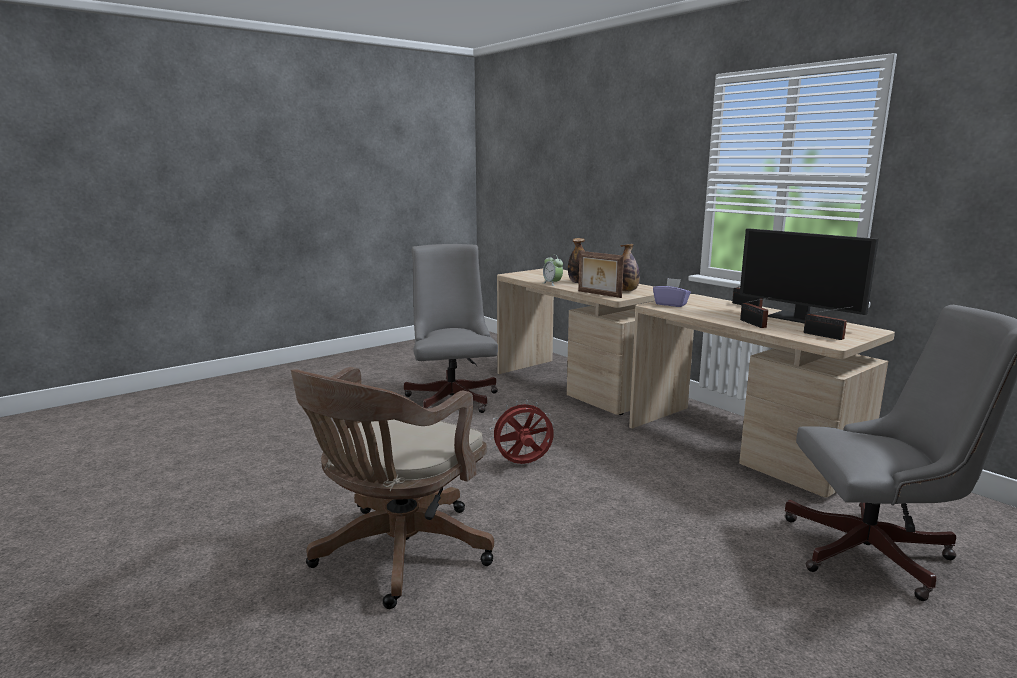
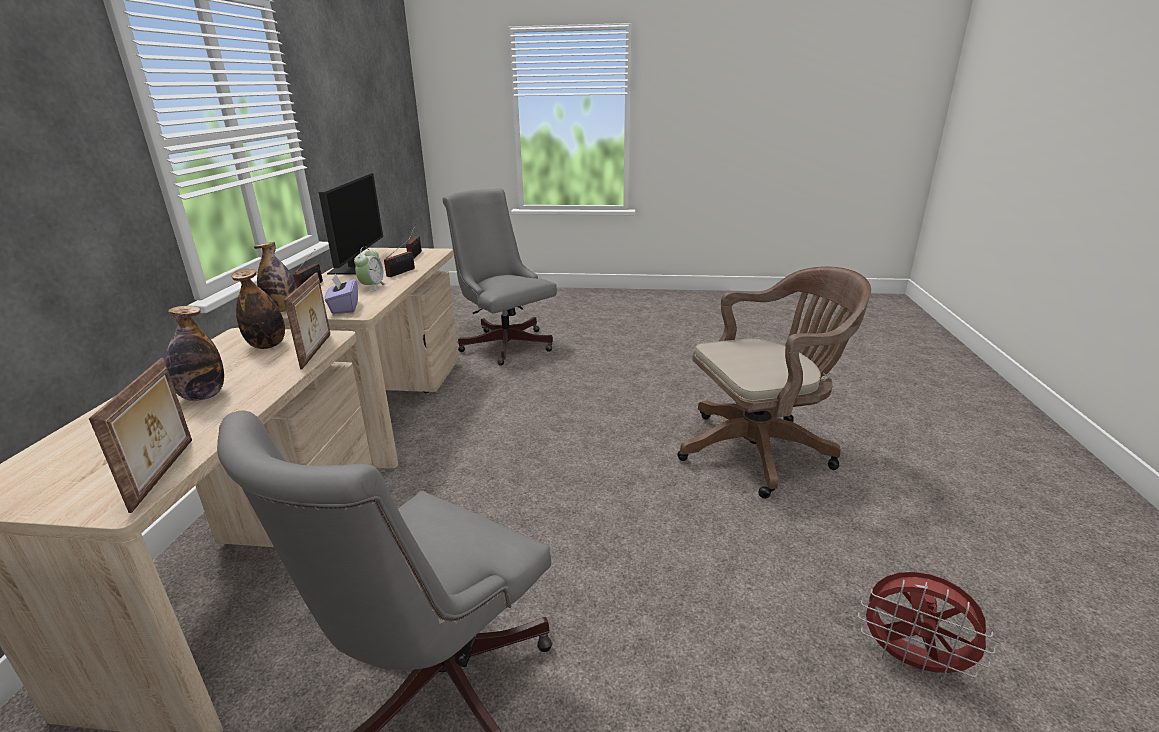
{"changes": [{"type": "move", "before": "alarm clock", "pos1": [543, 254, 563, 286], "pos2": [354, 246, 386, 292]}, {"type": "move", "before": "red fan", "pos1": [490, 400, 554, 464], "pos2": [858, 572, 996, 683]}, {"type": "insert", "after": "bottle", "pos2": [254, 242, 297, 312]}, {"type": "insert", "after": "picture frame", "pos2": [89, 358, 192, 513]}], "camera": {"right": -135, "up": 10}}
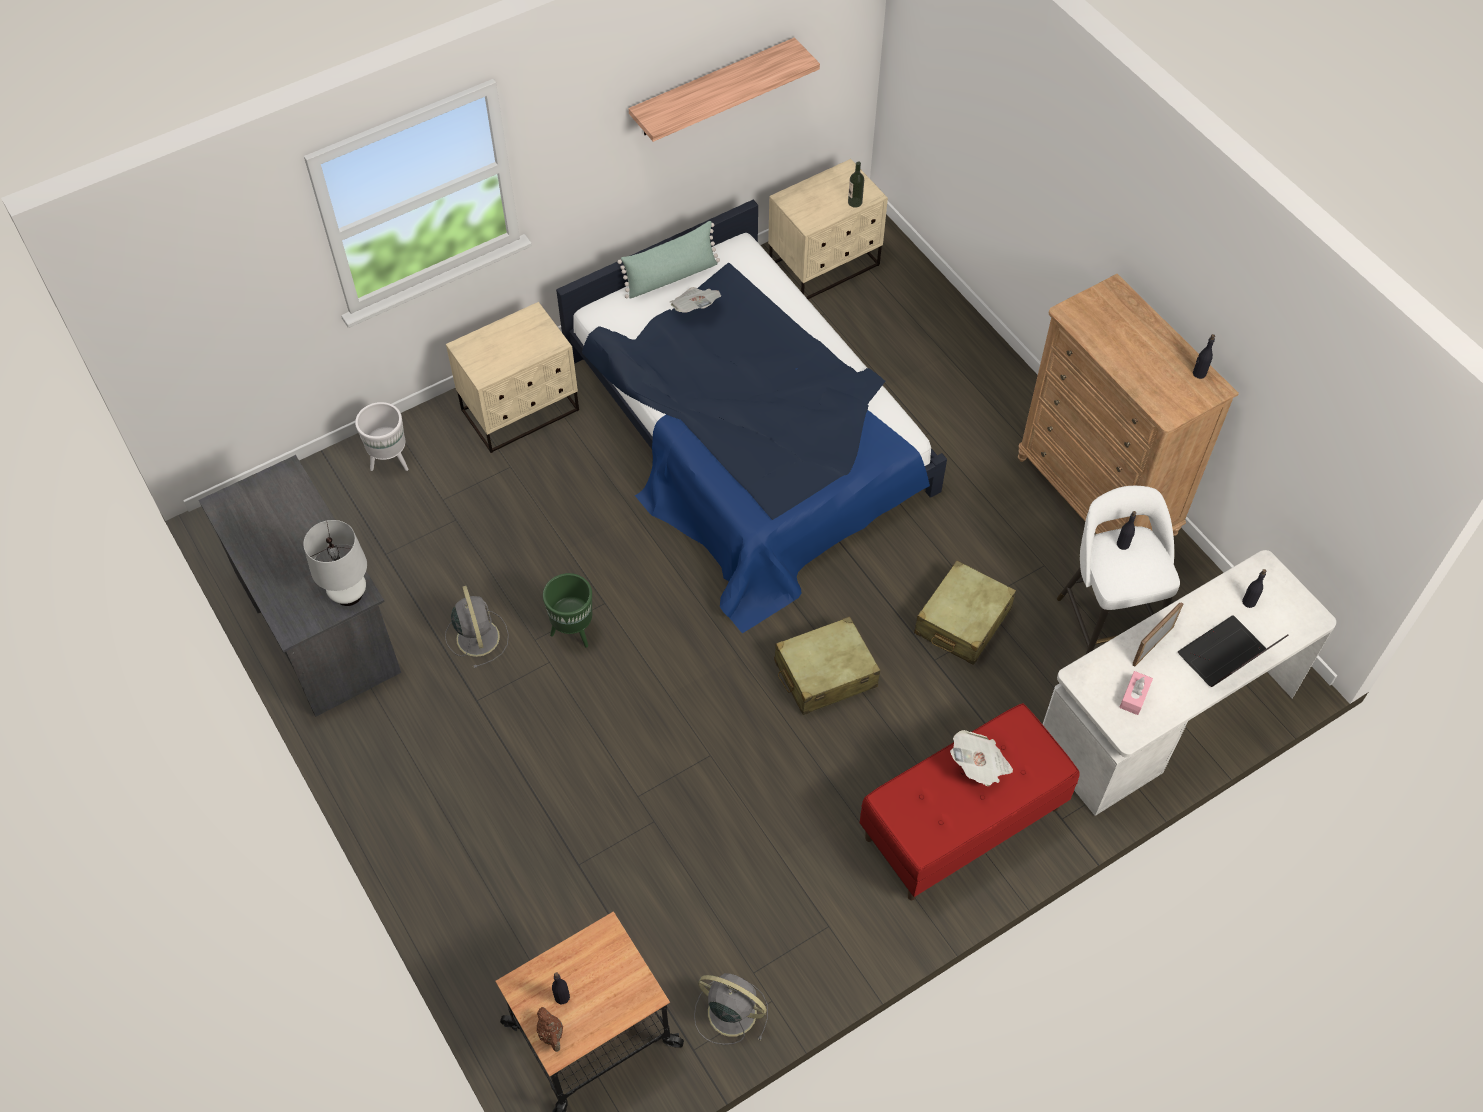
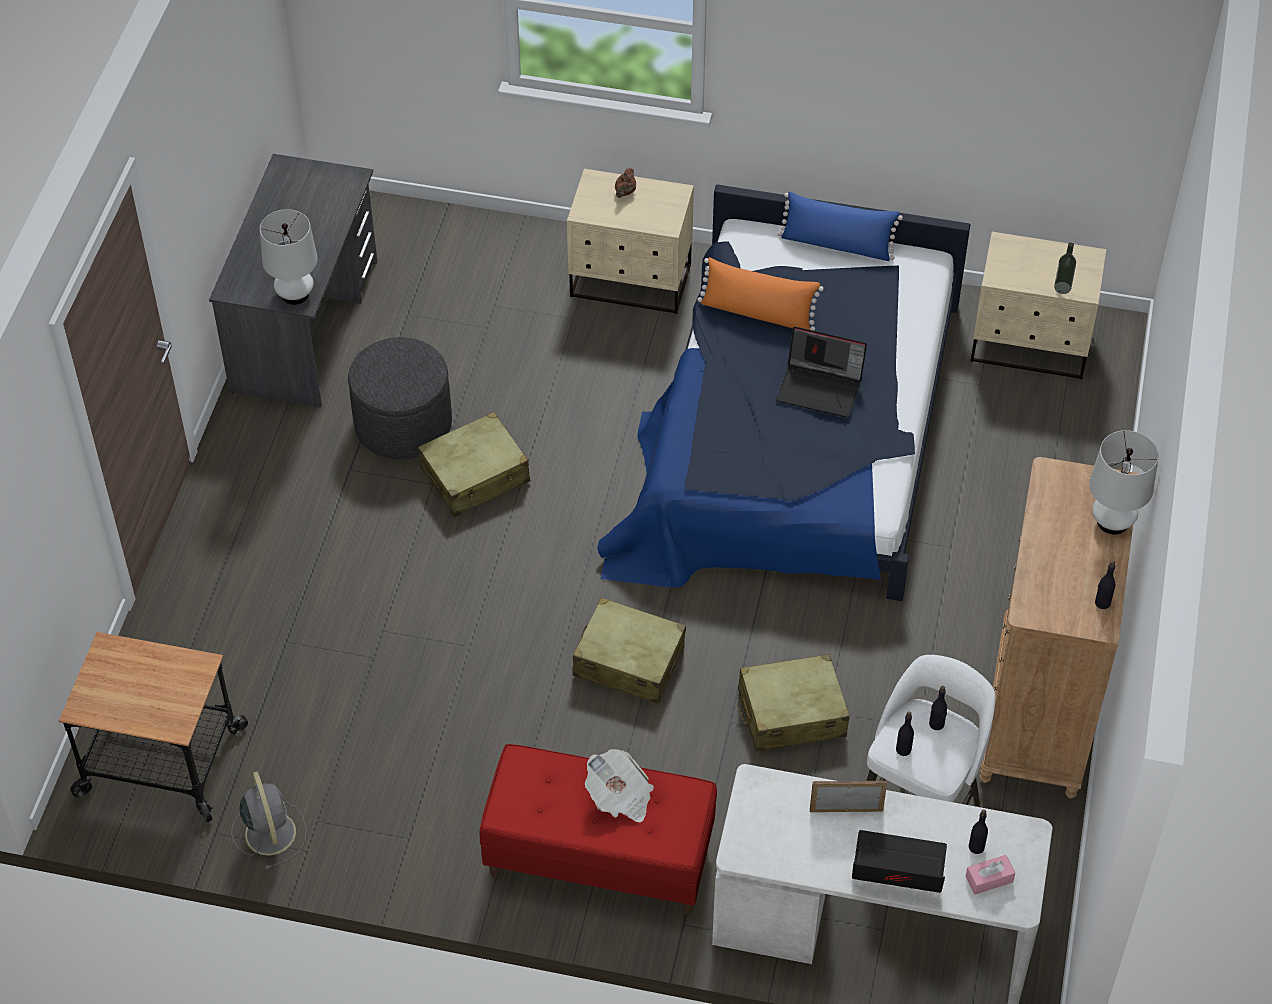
{"changes": [{"type": "delete", "before": "shelf", "pos1": [628, 38, 820, 142]}, {"type": "recolor", "before": "green pillow", "after": "blue pillow", "pos1": [617, 221, 720, 298], "pos2": [777, 192, 903, 261]}, {"type": "delete", "before": "newspaper", "pos1": [670, 287, 721, 313]}, {"type": "delete", "before": "white planter", "pos1": [355, 402, 409, 471]}, {"type": "replace", "before": "green planter", "after": "beige suitcase", "pos1": [543, 573, 592, 647], "pos2": [418, 412, 530, 517]}, {"type": "replace", "before": "grey fan", "after": "grey ottoman", "pos1": [445, 586, 509, 668], "pos2": [348, 337, 452, 459]}, {"type": "move", "before": "pink tissue box", "pos1": [1119, 671, 1153, 715], "pos2": [965, 855, 1015, 895]}, {"type": "move", "before": "black bottle", "pos1": [552, 973, 570, 1004], "pos2": [896, 711, 914, 756]}, {"type": "move", "before": "brown teapot", "pos1": [536, 1007, 563, 1052], "pos2": [615, 168, 636, 198]}, {"type": "insert", "after": "orange pillow", "pos2": [697, 257, 824, 331]}, {"type": "insert", "after": "laptop", "pos2": [776, 327, 867, 418]}, {"type": "insert", "after": "white table lamp", "pos2": [1089, 430, 1159, 535]}], "camera": {"right": 45, "up": -5}}
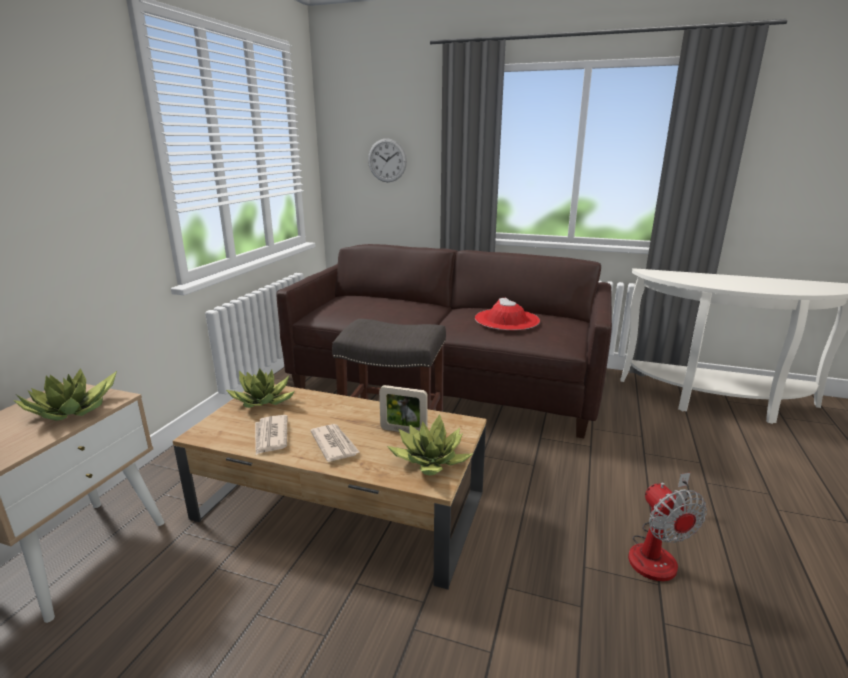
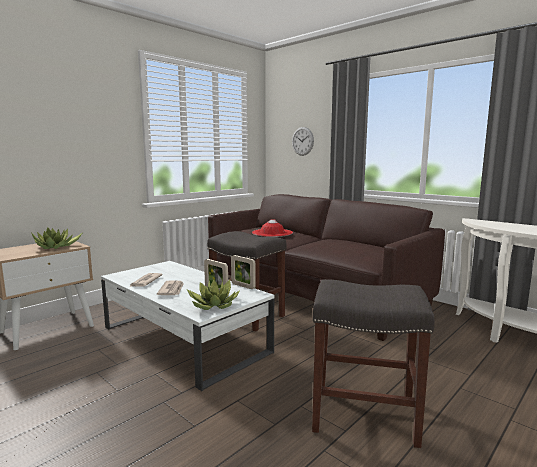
{"changes": [{"type": "move", "before": "red hat", "pos1": [475, 298, 540, 330], "pos2": [252, 220, 293, 237]}, {"type": "delete", "before": "potted plant", "pos1": [226, 368, 295, 408]}, {"type": "recolor", "before": "brown coffee table", "after": "white coffee table", "pos1": [173, 384, 486, 589], "pos2": [101, 261, 274, 391]}, {"type": "replace", "before": "fan", "after": "grey stool", "pos1": [628, 473, 707, 581], "pos2": [312, 279, 435, 448]}, {"type": "insert", "after": "picture frame", "pos2": [231, 255, 256, 289]}], "camera": {"right": 25, "up": -10}}
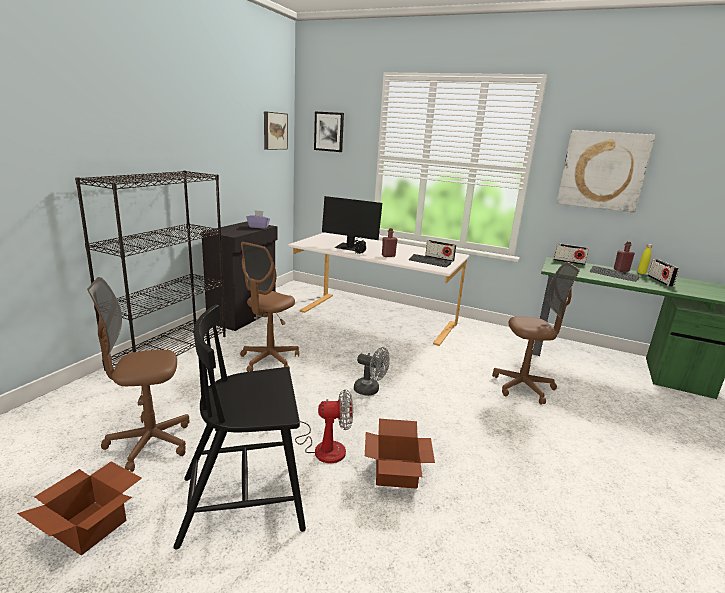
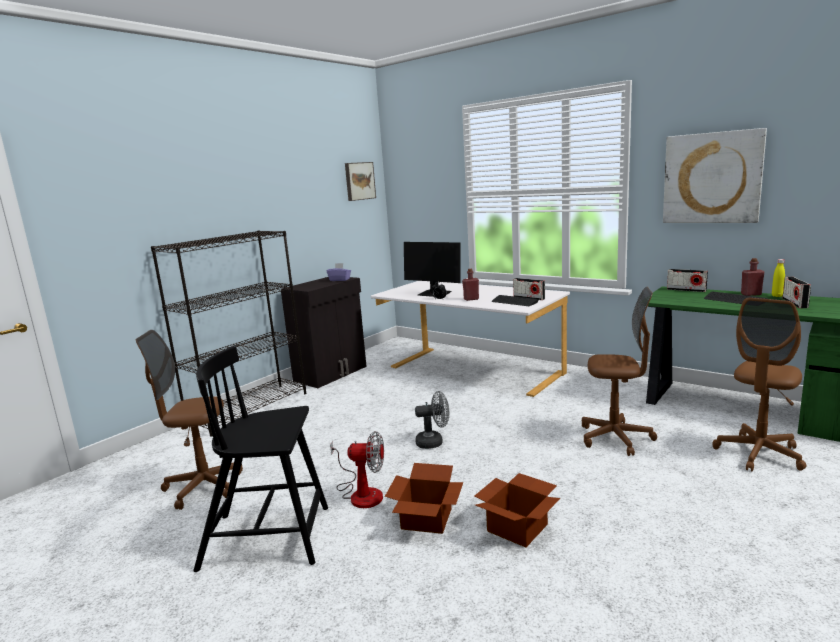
{"changes": [{"type": "delete", "before": "picture", "pos1": [314, 111, 344, 152]}, {"type": "move", "before": "brown office chair", "pos1": [240, 242, 299, 372], "pos2": [712, 297, 806, 472]}, {"type": "rotate", "before": "grey fan", "pos1": [354, 347, 390, 396], "pos2": [415, 391, 449, 449], "turn": -45}, {"type": "move", "before": "cardboard box", "pos1": [17, 462, 142, 556], "pos2": [474, 473, 560, 547]}], "camera": {"right": 15, "up": -5}}
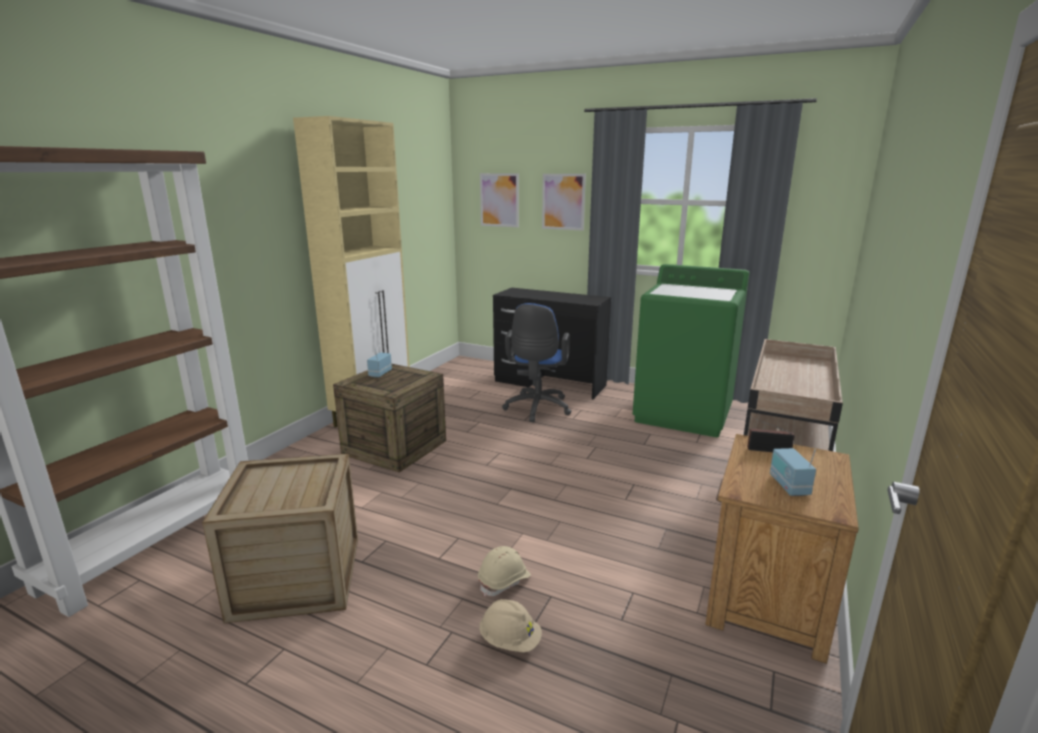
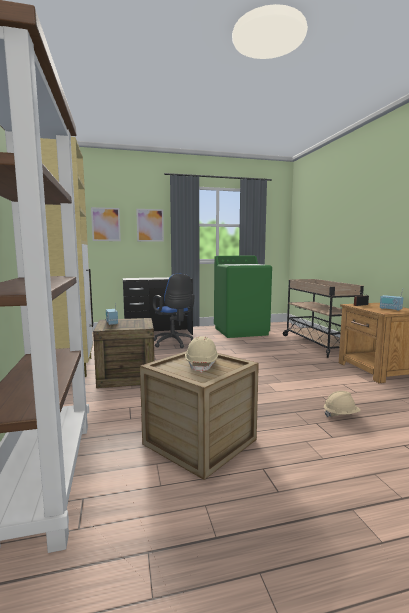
{"changes": [{"type": "move", "before": "beige hard hat", "pos1": [478, 546, 531, 596], "pos2": [185, 336, 219, 373]}], "camera": {"right": -40, "up": -10}}
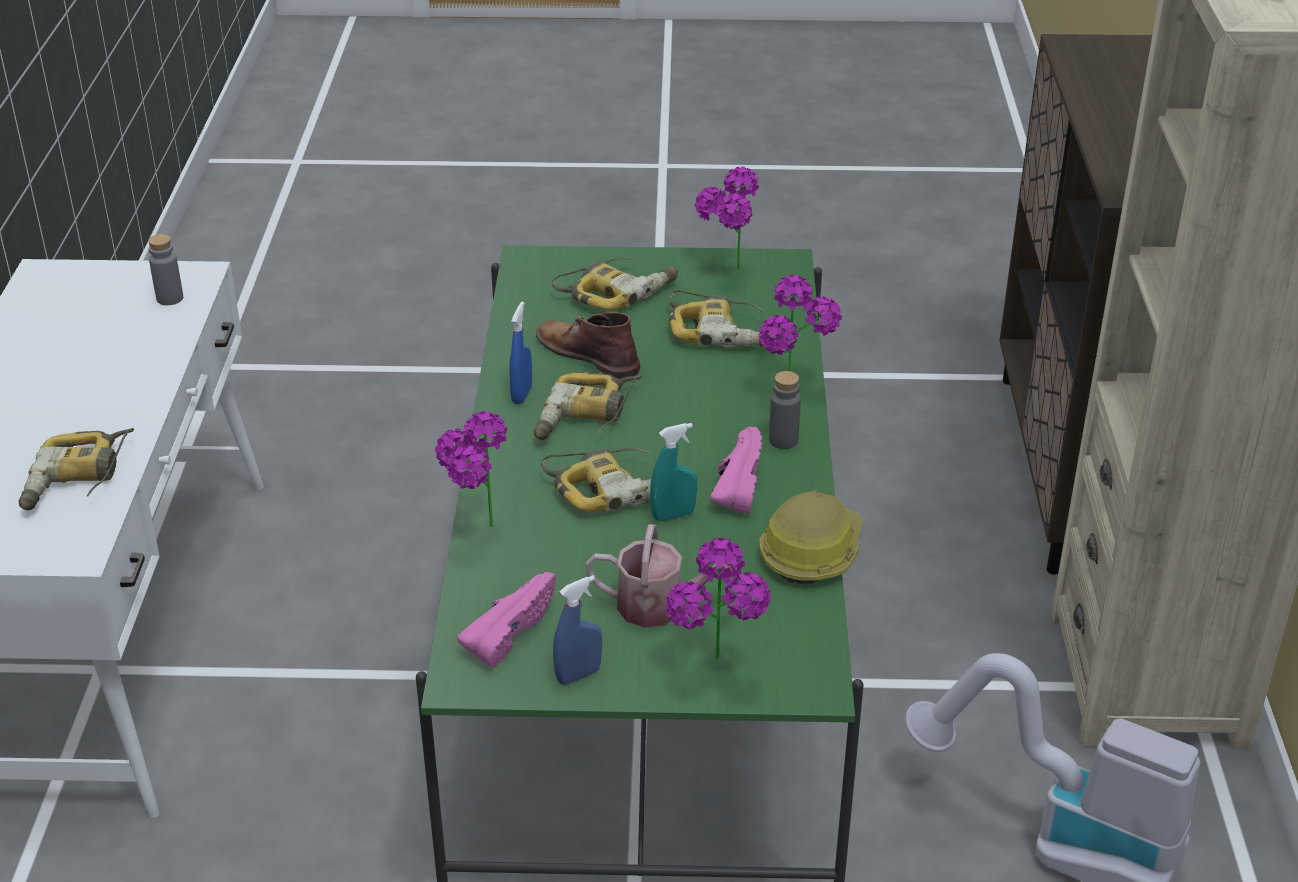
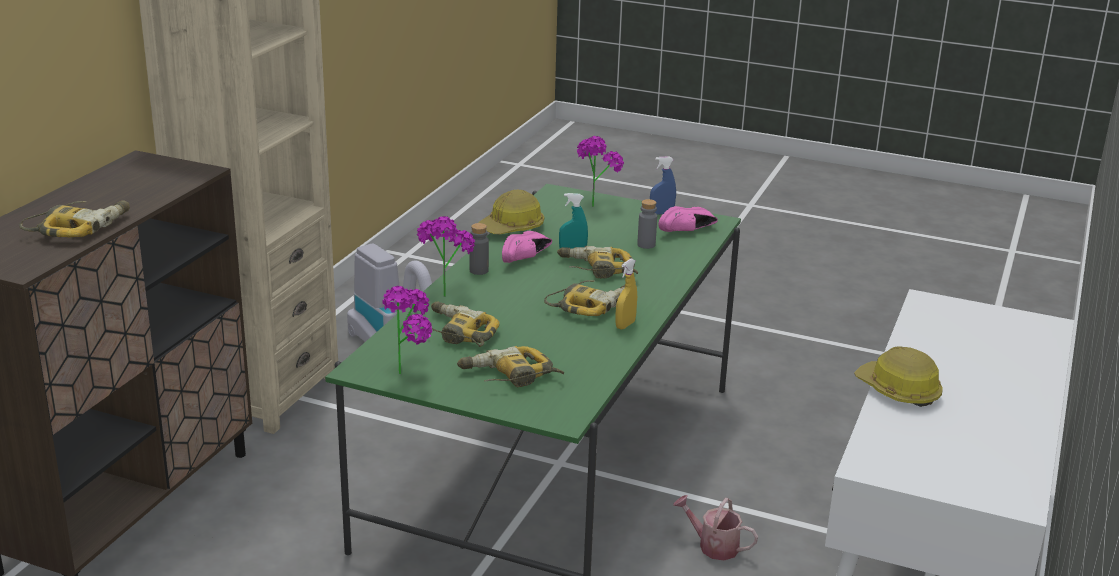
{"changes": [{"type": "move", "before": "grey bottle", "pos1": [148, 234, 183, 305], "pos2": [637, 199, 657, 249]}, {"type": "recolor", "before": "blue spray bottle", "after": "yellow spray bottle", "pos1": [509, 302, 532, 404], "pos2": [615, 259, 637, 330]}, {"type": "delete", "before": "brown boot", "pos1": [536, 312, 640, 379]}, {"type": "delete", "before": "potted plant", "pos1": [435, 411, 507, 527]}, {"type": "move", "before": "power drill", "pos1": [19, 428, 134, 510], "pos2": [19, 201, 130, 238]}, {"type": "move", "before": "watering can", "pos1": [586, 524, 733, 628], "pos2": [673, 495, 758, 560]}, {"type": "insert", "after": "hard hat", "pos2": [854, 346, 943, 407]}], "camera": {"right": -160, "up": -10}}
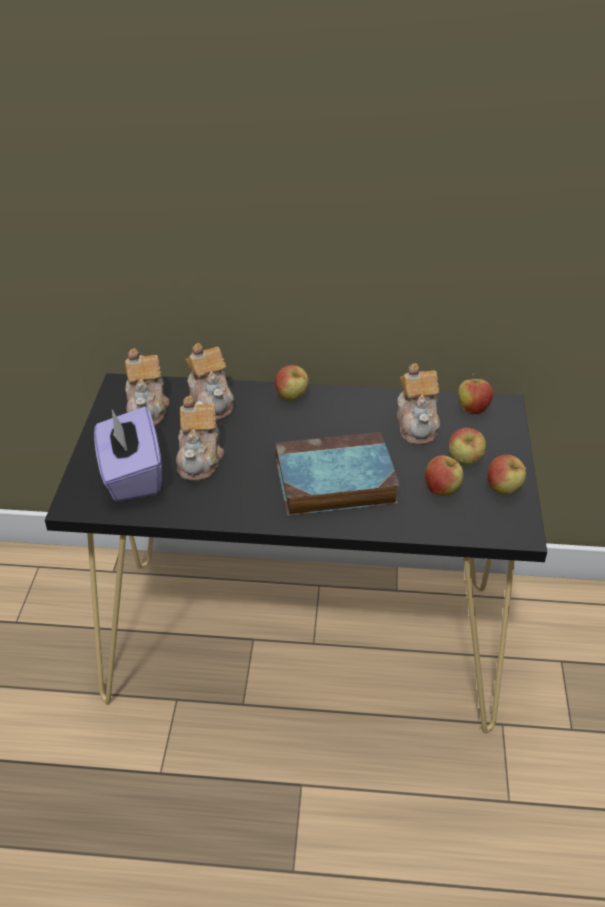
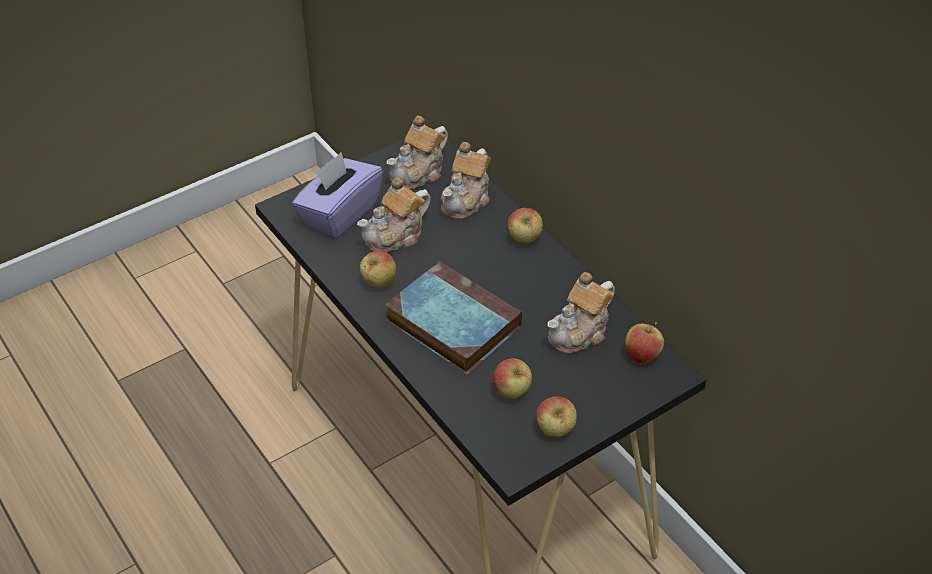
{"changes": [{"type": "move", "before": "apple", "pos1": [449, 428, 486, 465], "pos2": [360, 251, 396, 287]}], "camera": {"right": 50, "up": 5}}
